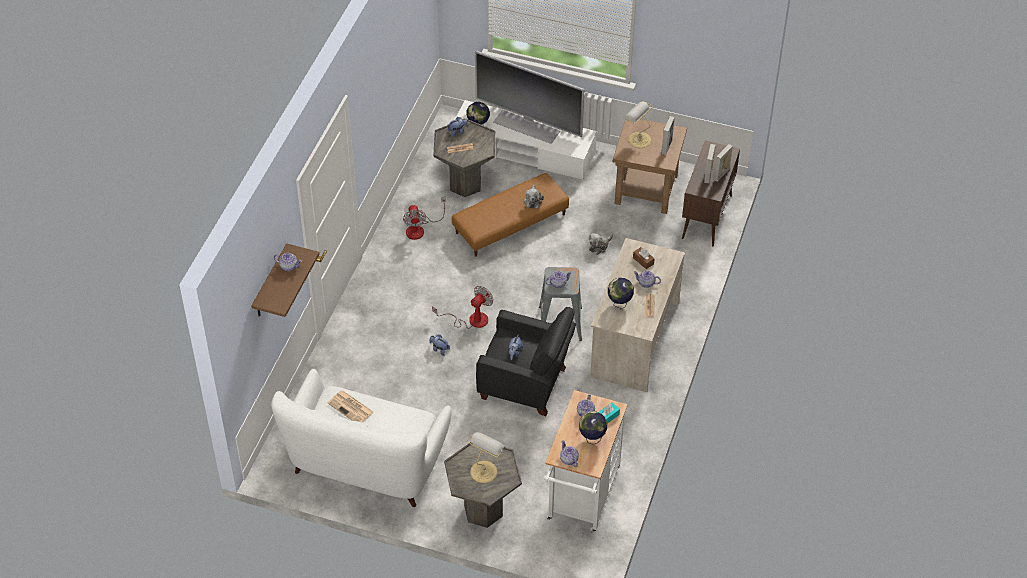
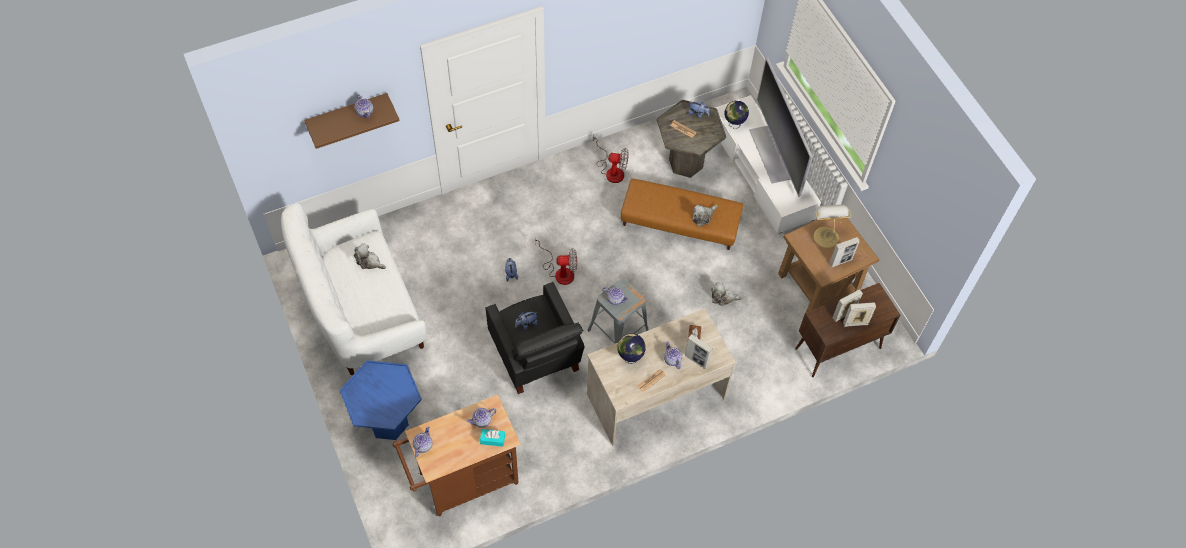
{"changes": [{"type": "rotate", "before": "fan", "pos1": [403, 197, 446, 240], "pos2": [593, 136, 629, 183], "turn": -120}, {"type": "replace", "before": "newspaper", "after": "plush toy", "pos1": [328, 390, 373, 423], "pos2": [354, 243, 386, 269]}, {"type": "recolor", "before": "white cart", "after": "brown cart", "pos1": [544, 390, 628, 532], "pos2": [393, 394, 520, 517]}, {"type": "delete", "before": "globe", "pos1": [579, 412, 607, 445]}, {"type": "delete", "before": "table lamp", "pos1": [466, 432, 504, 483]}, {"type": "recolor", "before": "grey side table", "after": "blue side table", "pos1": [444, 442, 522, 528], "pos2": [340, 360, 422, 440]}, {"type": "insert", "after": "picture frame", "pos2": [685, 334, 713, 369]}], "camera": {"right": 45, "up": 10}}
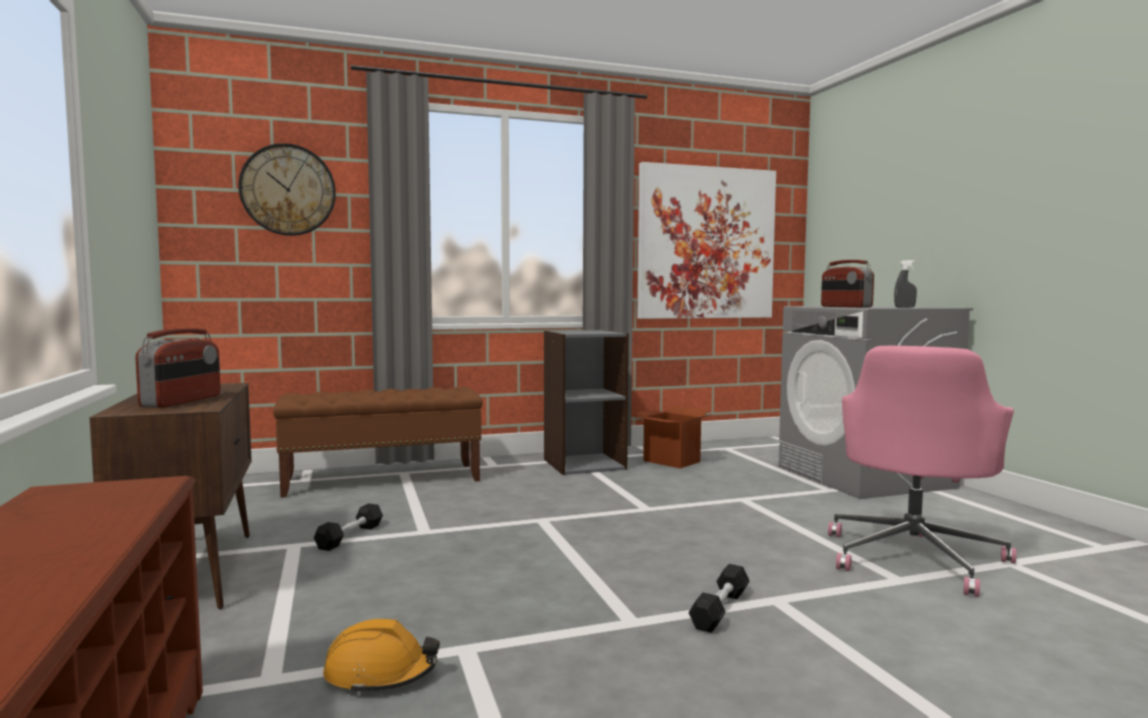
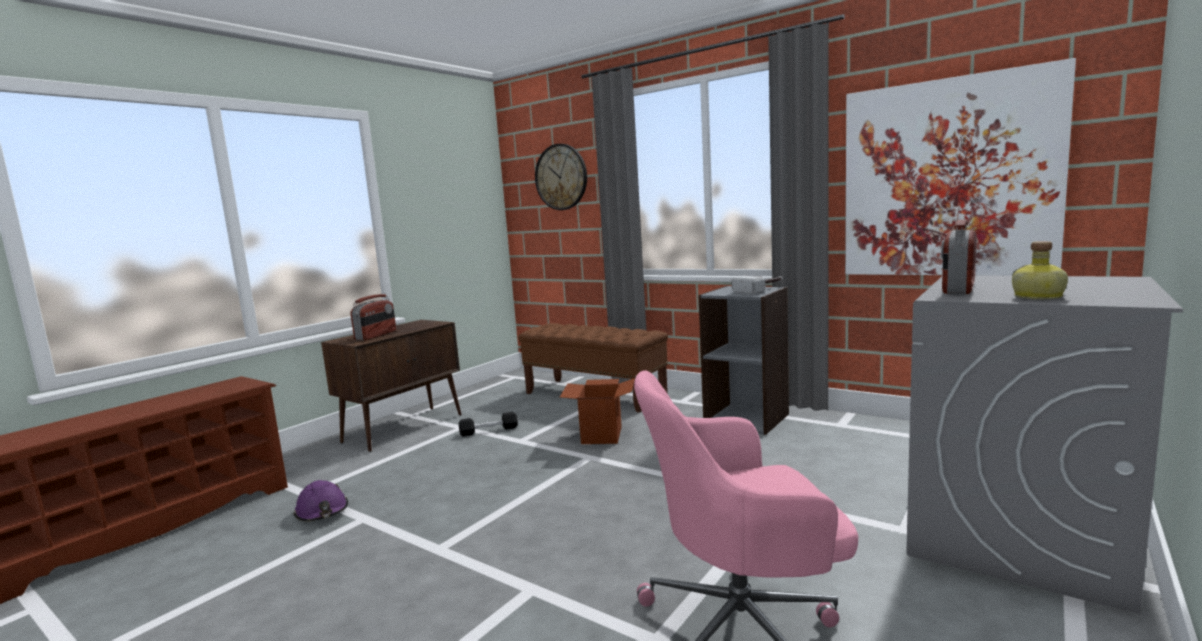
{"changes": [{"type": "replace", "before": "grey spray bottle", "after": "bottle", "pos1": [894, 260, 917, 308], "pos2": [1012, 241, 1068, 299]}, {"type": "rotate", "before": "radio", "pos1": [135, 328, 221, 408], "pos2": [351, 294, 396, 340], "turn": -45}, {"type": "move", "before": "cardboard box", "pos1": [634, 405, 712, 468], "pos2": [559, 378, 635, 444]}, {"type": "delete", "before": "black dumbbell", "pos1": [689, 564, 750, 633]}, {"type": "recolor", "before": "orange hard hat", "after": "purple hard hat", "pos1": [323, 619, 440, 696], "pos2": [293, 480, 348, 521]}, {"type": "insert", "after": "hammer", "pos2": [731, 276, 783, 295]}], "camera": {"right": 55, "up": 5}}
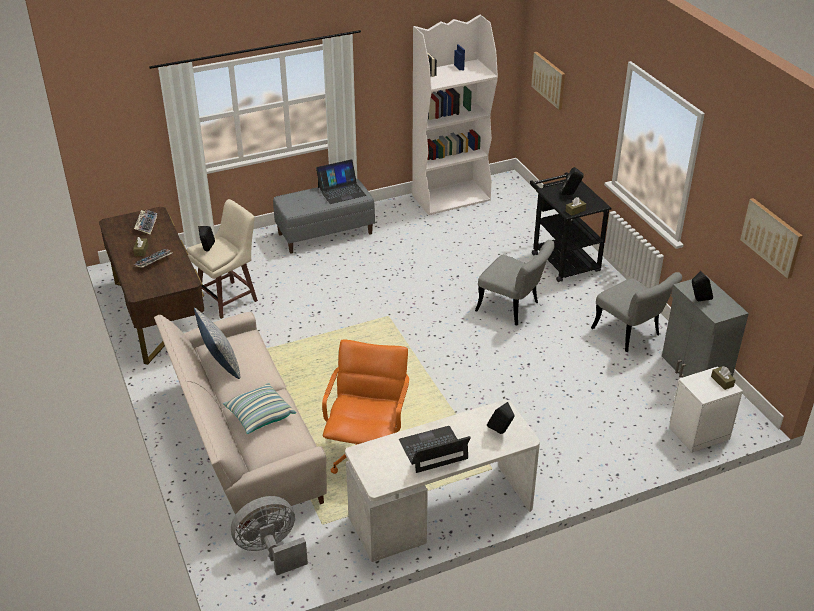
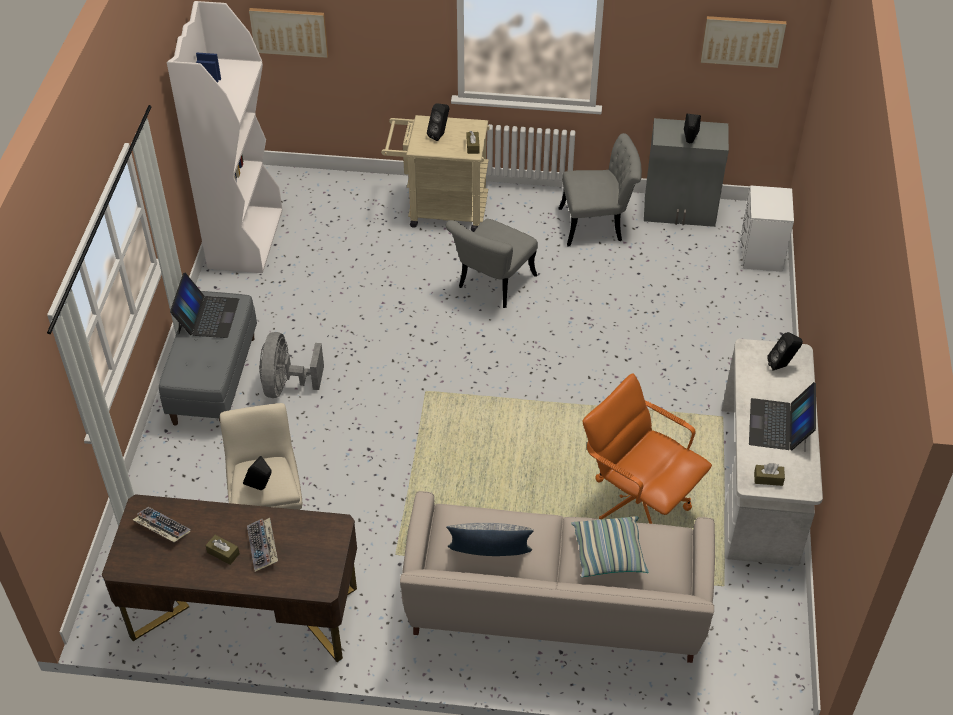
{"changes": [{"type": "recolor", "before": "black cart", "after": "beige cart", "pos1": [530, 172, 612, 282], "pos2": [381, 115, 490, 232]}, {"type": "rotate", "before": "grey chair", "pos1": [475, 240, 555, 325], "pos2": [446, 219, 538, 308], "turn": 150}, {"type": "move", "before": "brown tissue box", "pos1": [711, 366, 736, 390], "pos2": [754, 463, 785, 486]}, {"type": "move", "before": "grey fan", "pos1": [231, 496, 308, 575], "pos2": [259, 332, 324, 398]}], "camera": {"right": -60, "up": 10}}
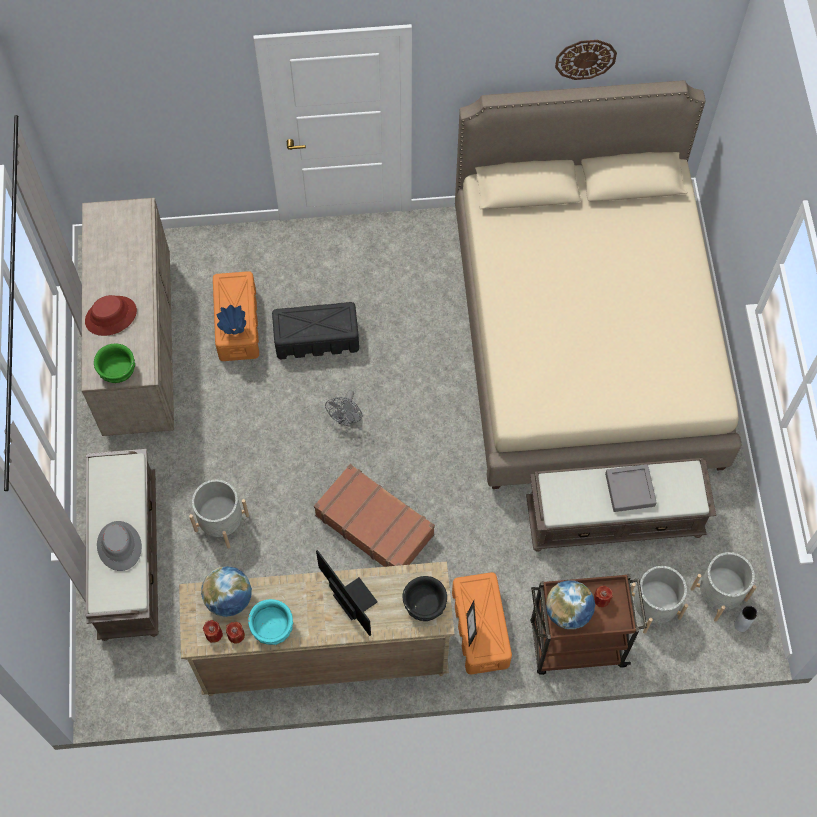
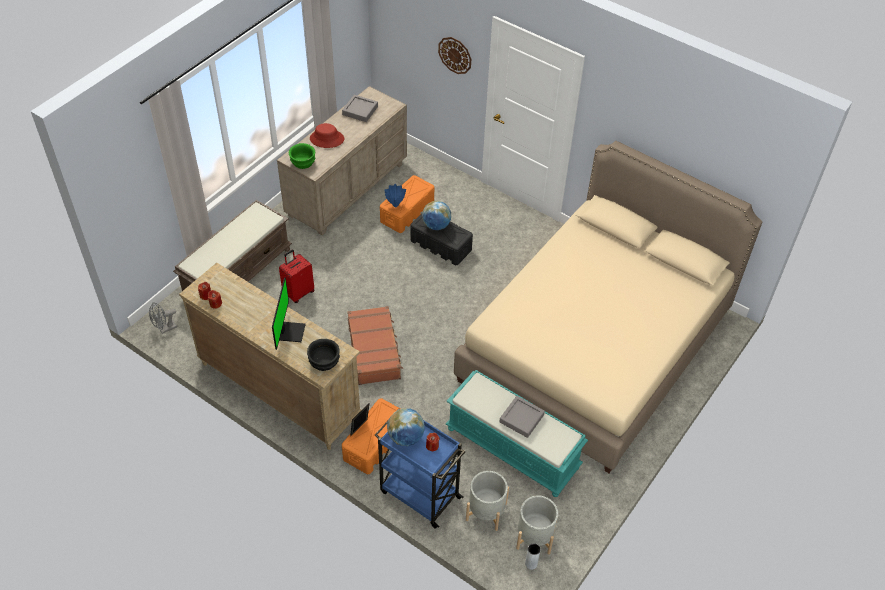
{"changes": [{"type": "move", "before": "wall clock", "pos1": [555, 40, 617, 80], "pos2": [438, 37, 471, 74]}, {"type": "move", "before": "grey fan", "pos1": [325, 390, 362, 427], "pos2": [149, 302, 177, 334]}, {"type": "recolor", "before": "brown bench", "after": "turquoise bench", "pos1": [526, 458, 716, 552], "pos2": [446, 370, 588, 497]}, {"type": "replace", "before": "grey planter", "after": "red suitcase", "pos1": [189, 480, 249, 549], "pos2": [279, 249, 314, 303]}, {"type": "delete", "before": "grey hat", "pos1": [97, 521, 142, 571]}, {"type": "move", "before": "globe", "pos1": [201, 566, 252, 617], "pos2": [422, 201, 451, 230]}, {"type": "recolor", "before": "brown cart", "after": "blue cart", "pos1": [530, 574, 647, 675], "pos2": [375, 409, 465, 529]}, {"type": "delete", "before": "turquoise bowl", "pos1": [248, 599, 293, 645]}, {"type": "insert", "after": "grey tray", "pos2": [342, 95, 378, 122]}], "camera": {"right": 40, "up": -15}}
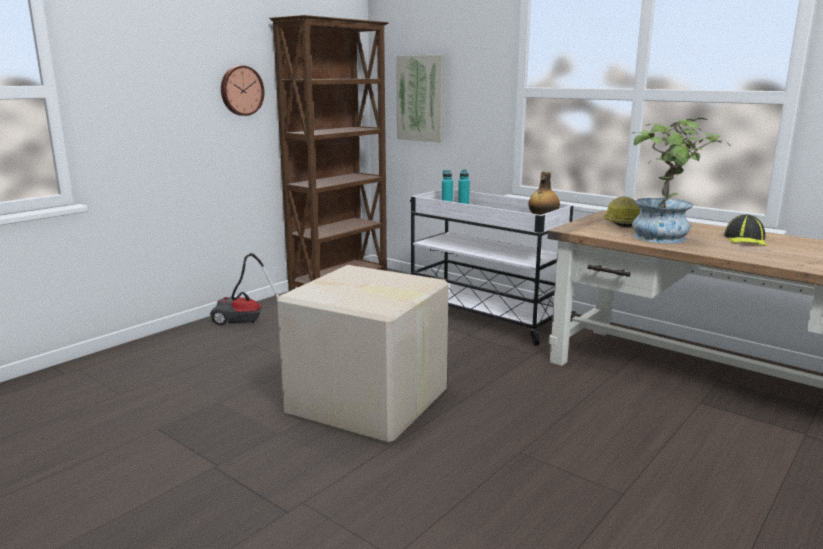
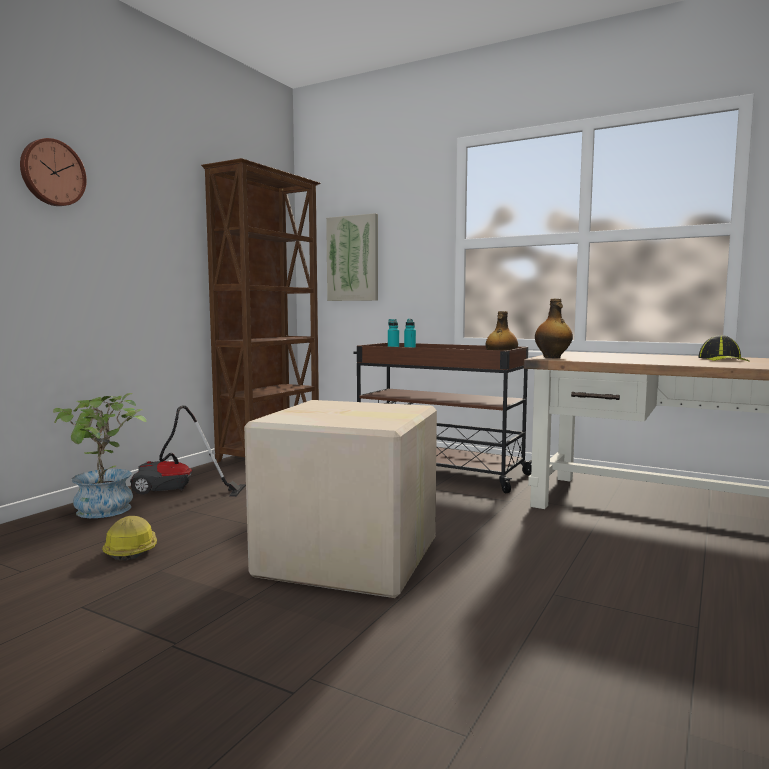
{"changes": [{"type": "move", "before": "wall clock", "pos1": [221, 66, 264, 116], "pos2": [20, 138, 87, 206]}, {"type": "move", "before": "potted plant", "pos1": [632, 118, 731, 243], "pos2": [53, 393, 146, 518]}, {"type": "recolor", "before": "white cart", "after": "brown cart", "pos1": [410, 189, 576, 346], "pos2": [353, 343, 532, 493]}, {"type": "move", "before": "hard hat", "pos1": [604, 196, 640, 227], "pos2": [102, 516, 157, 561]}, {"type": "insert", "after": "bottle", "pos2": [535, 299, 573, 358]}], "camera": {"right": -10, "up": -10}}
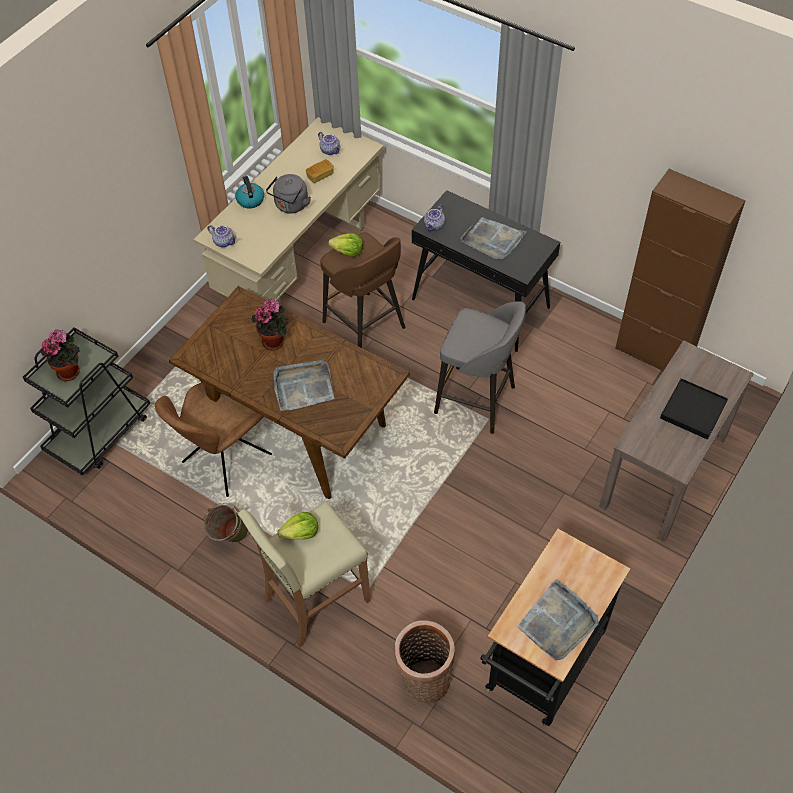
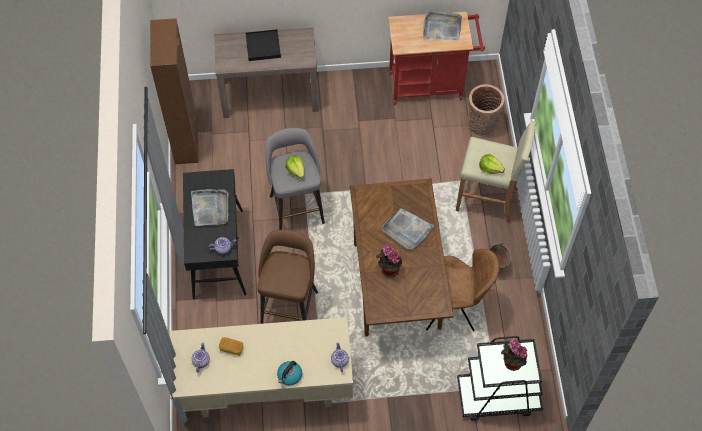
{"changes": [{"type": "delete", "before": "grey kettle", "pos1": [266, 174, 311, 213]}, {"type": "move", "before": "lettuce", "pos1": [328, 233, 363, 257], "pos2": [285, 155, 305, 179]}, {"type": "recolor", "before": "black cart", "after": "red cart", "pos1": [480, 529, 631, 728], "pos2": [388, 12, 485, 105]}], "camera": {"right": -130, "up": 5}}
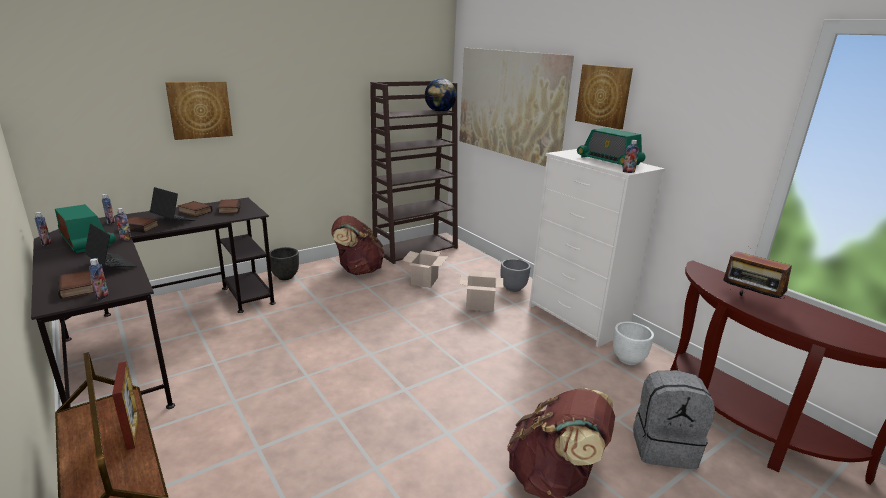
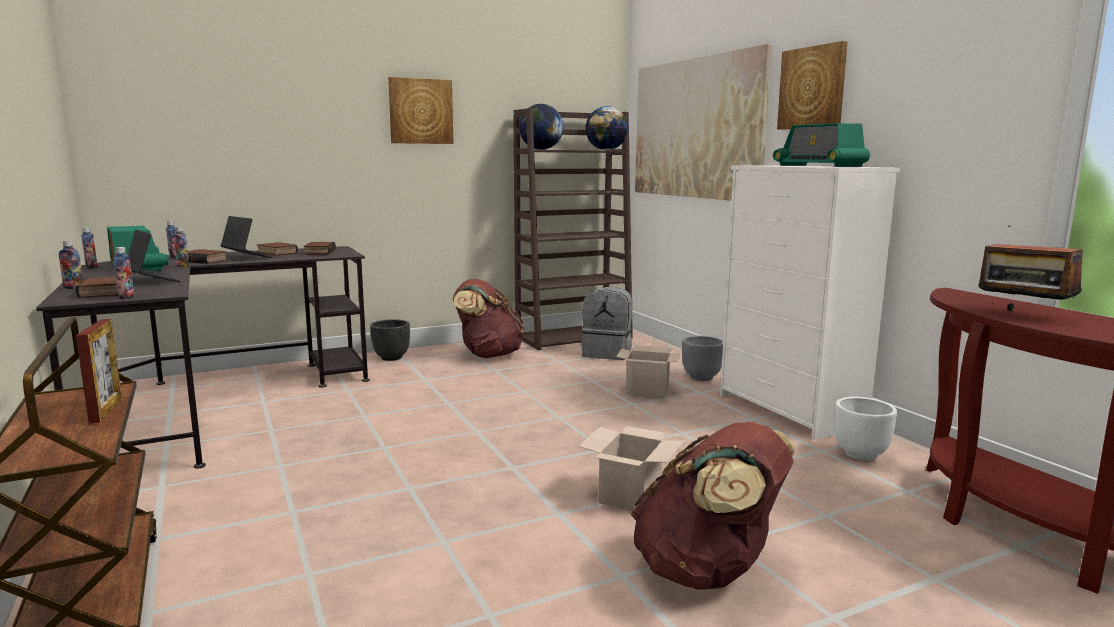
{"changes": [{"type": "move", "before": "picture", "pos1": [165, 81, 233, 140], "pos2": [388, 77, 454, 144]}, {"type": "move", "before": "bottle", "pos1": [623, 140, 639, 173], "pos2": [59, 240, 83, 289]}, {"type": "move", "before": "cardboard box", "pos1": [402, 250, 448, 288], "pos2": [578, 426, 684, 511]}, {"type": "move", "before": "grey backpack", "pos1": [633, 370, 715, 469], "pos2": [581, 286, 633, 360]}, {"type": "insert", "after": "globe", "pos2": [519, 104, 563, 150]}], "camera": {"right": 10, "up": -10}}
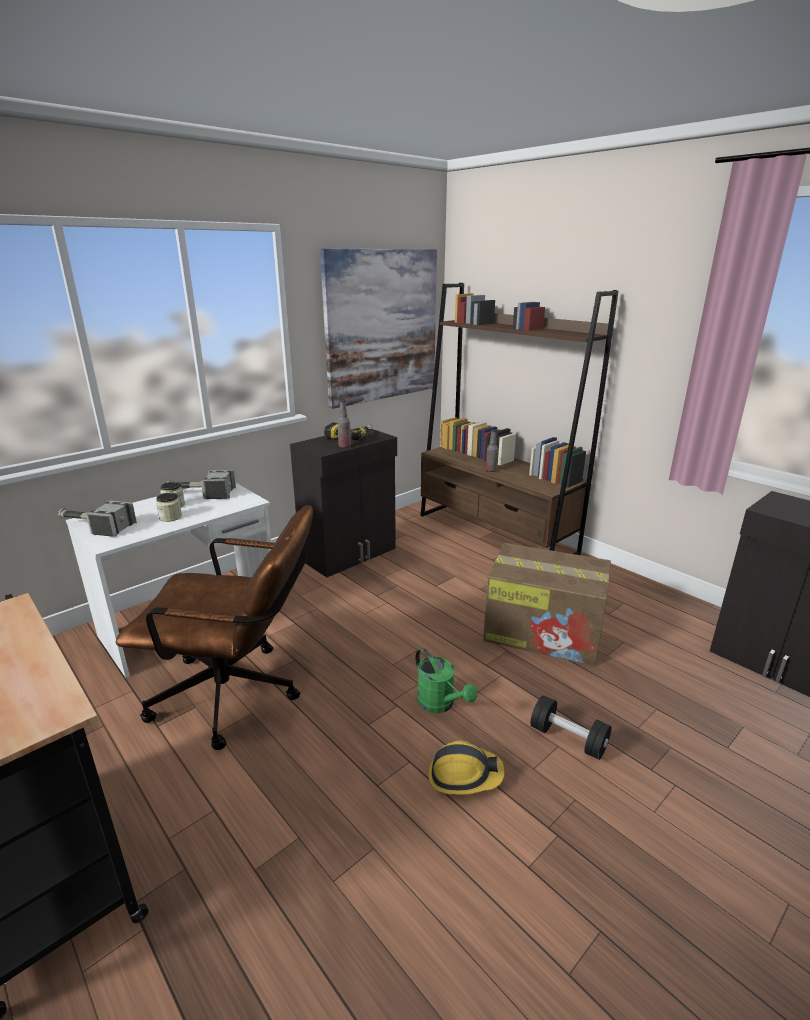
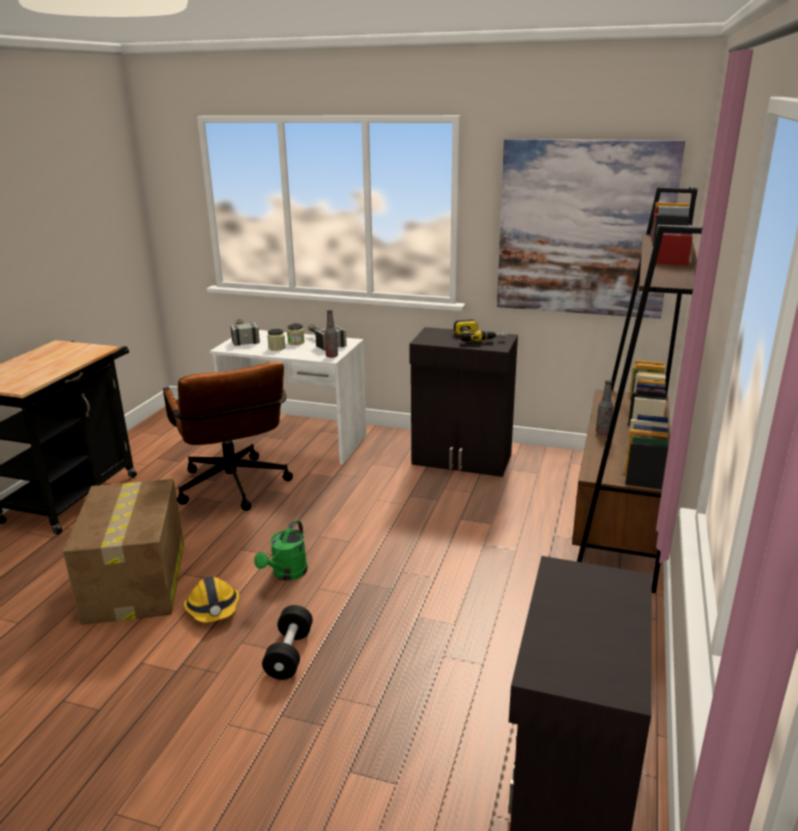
{"changes": [{"type": "move", "before": "bottle", "pos1": [338, 399, 351, 448], "pos2": [325, 310, 338, 358]}, {"type": "move", "before": "cardboard box", "pos1": [483, 543, 611, 666], "pos2": [63, 479, 184, 625]}], "camera": {"right": 60, "up": 0}}
